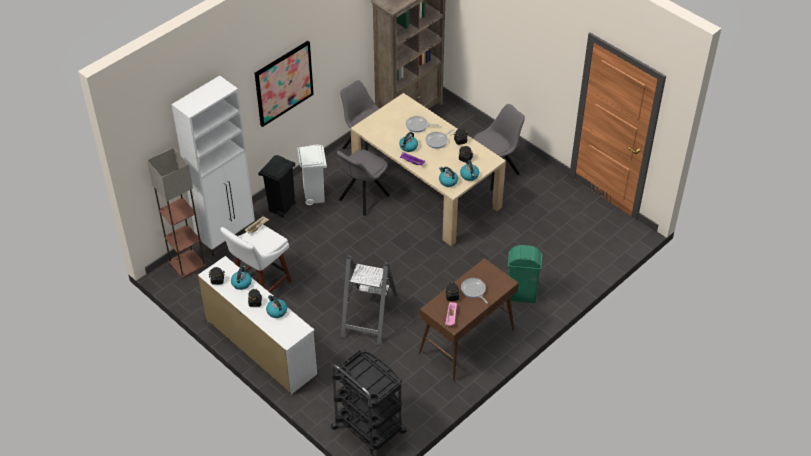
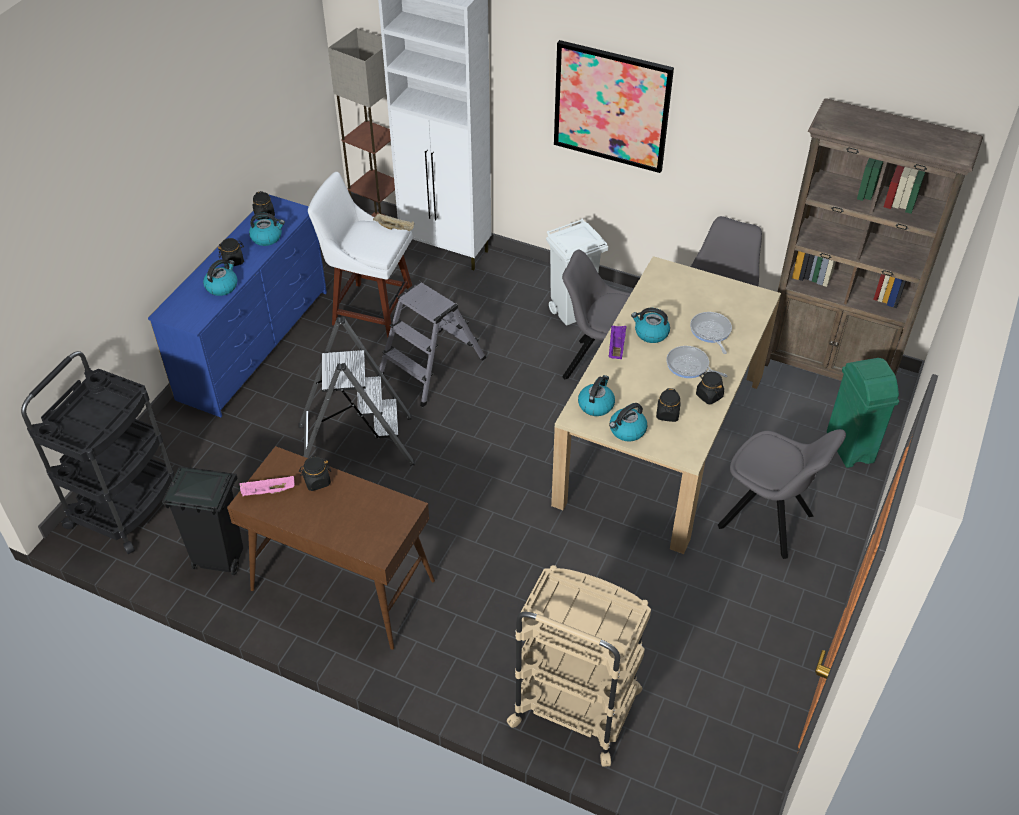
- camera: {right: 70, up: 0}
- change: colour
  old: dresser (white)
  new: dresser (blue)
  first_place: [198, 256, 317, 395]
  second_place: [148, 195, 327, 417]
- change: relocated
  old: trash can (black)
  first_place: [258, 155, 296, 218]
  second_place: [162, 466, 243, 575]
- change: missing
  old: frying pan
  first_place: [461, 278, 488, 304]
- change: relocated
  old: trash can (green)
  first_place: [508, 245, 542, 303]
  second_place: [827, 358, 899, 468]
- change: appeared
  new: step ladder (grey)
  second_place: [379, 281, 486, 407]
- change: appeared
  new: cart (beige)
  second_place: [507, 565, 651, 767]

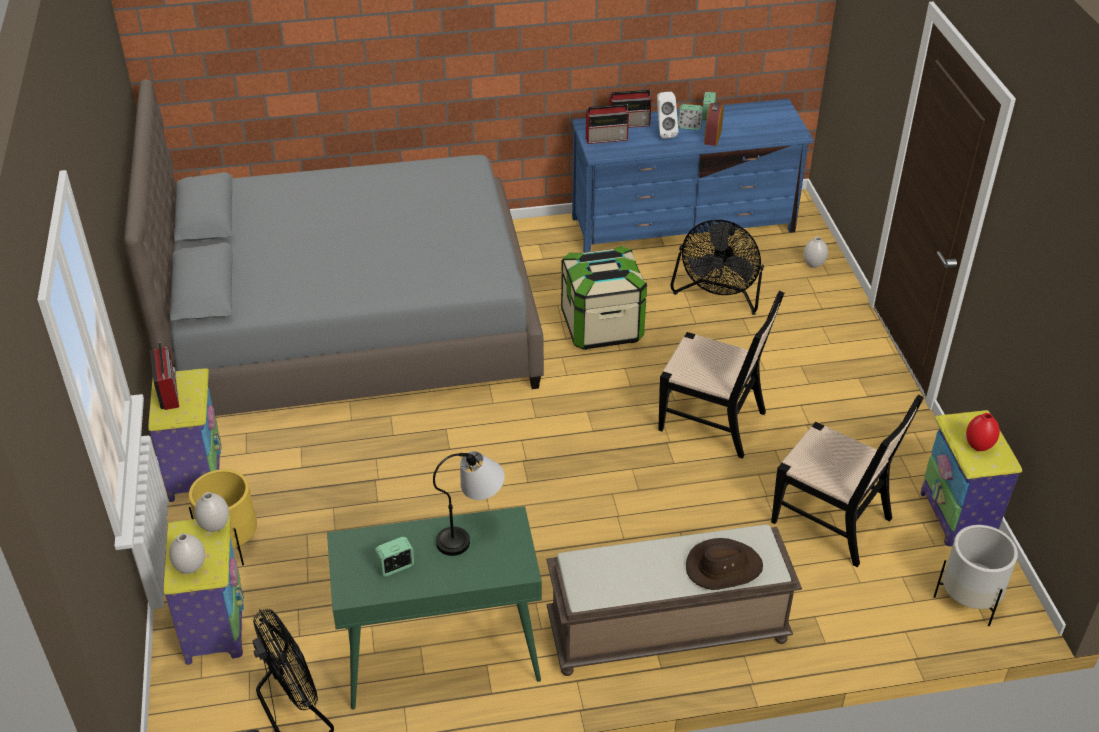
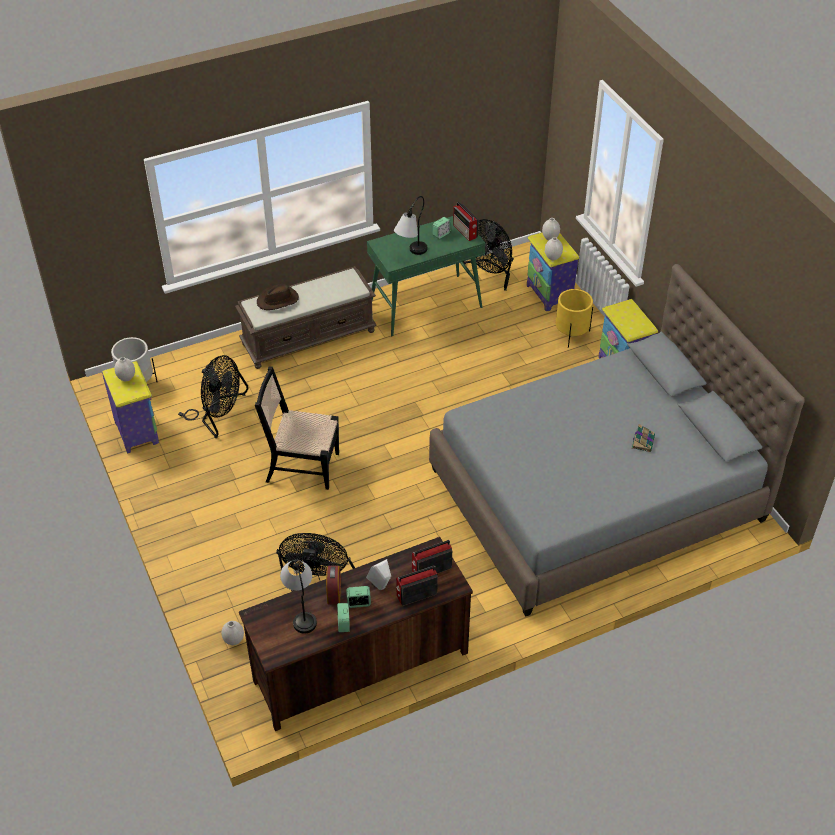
- camera: {right: 165, up: 5}
- change: relocated
  old: radio
  first_place: [150, 342, 179, 410]
  second_place: [453, 202, 479, 241]
- change: missing
  old: storage box
  first_place: [561, 246, 647, 350]
- change: colour
  old: dresser (blue)
  new: dresser (brown)
  first_place: [572, 99, 813, 253]
  second_place: [239, 537, 473, 731]
- change: exchanged
  old: chair
  new: fan (black)
  first_place: [771, 394, 924, 567]
  second_place: [178, 355, 248, 438]
- change: colour
  old: vase (red)
  new: vase (white)
  first_place: [966, 413, 1000, 451]
  second_place: [114, 357, 135, 381]
- change: appeared
  new: table lamp
  second_place: [280, 560, 317, 634]
- change: appeared
  new: book
  second_place: [632, 424, 655, 452]

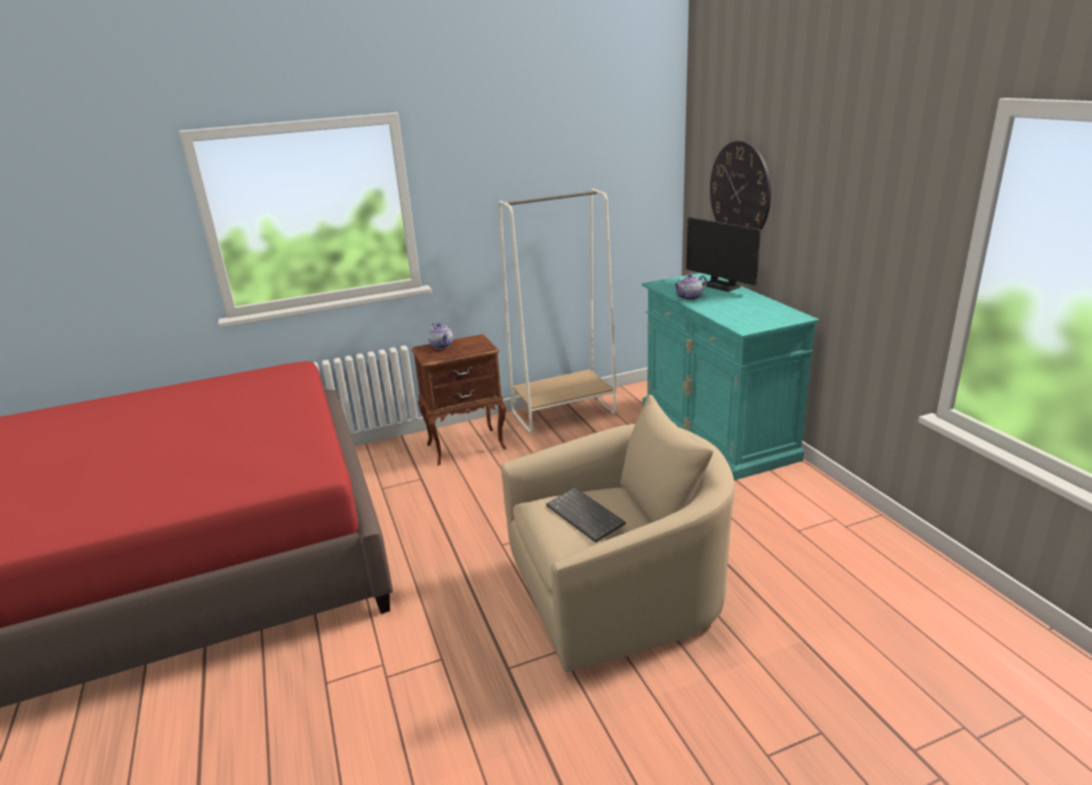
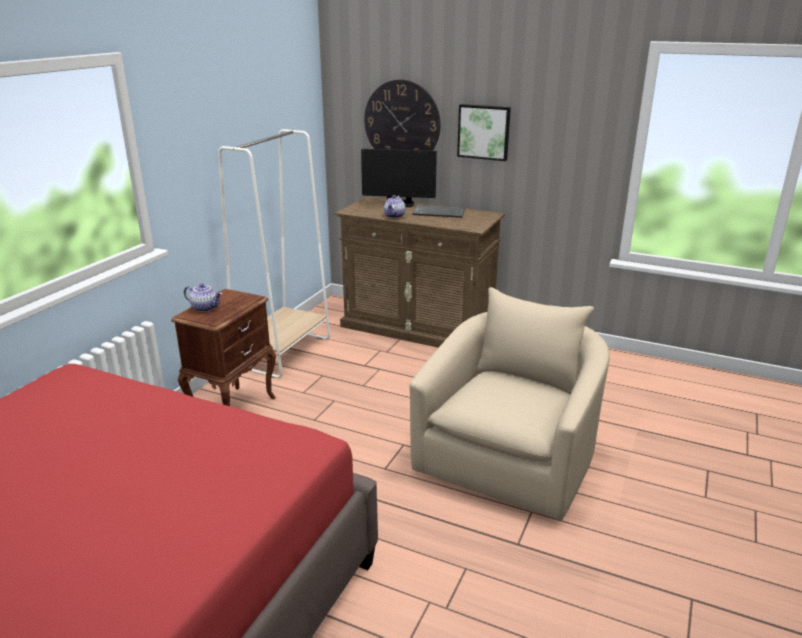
- camera: {right: -45, up: 0}
- change: relocated
  old: keyboard
  first_place: [546, 487, 626, 543]
  second_place: [413, 205, 465, 218]
- change: colour
  old: dresser (turquoise)
  new: dresser (brown)
  first_place: [642, 273, 820, 481]
  second_place: [335, 196, 505, 348]
- change: appeared
  new: picture
  second_place: [457, 104, 511, 161]

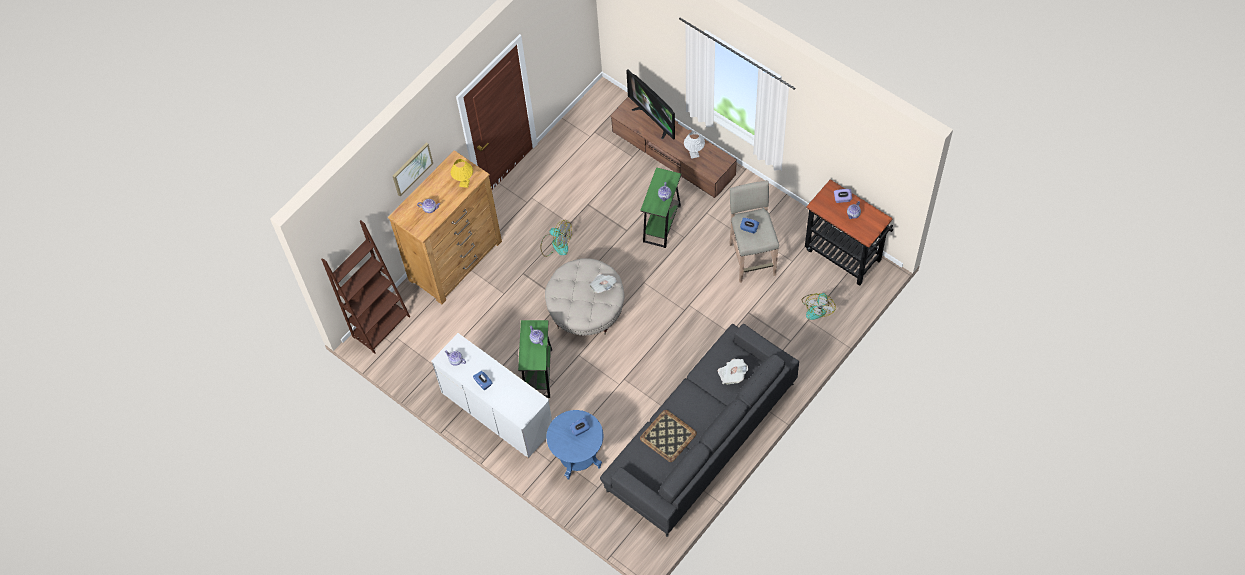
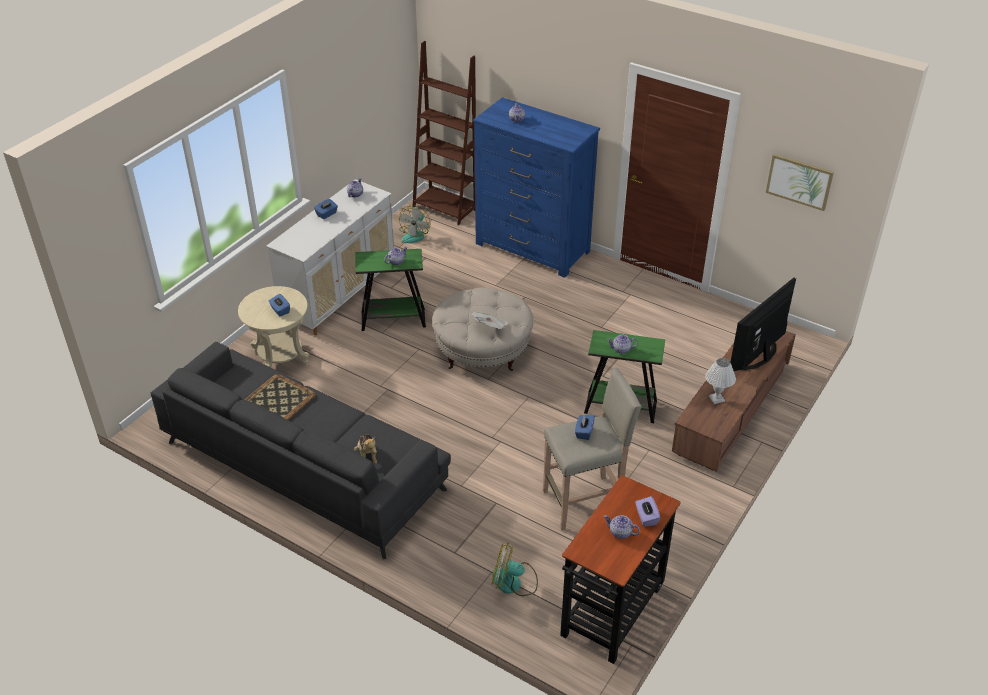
- camera: {right: 80, up: -20}
- change: colour
  old: dresser (brown)
  new: dresser (blue)
  first_place: [388, 150, 502, 305]
  second_place: [473, 97, 600, 278]
- change: relocated
  old: picture
  first_place: [393, 143, 433, 196]
  second_place: [766, 154, 834, 211]
- change: missing
  old: table lamp (yellow)
  first_place: [451, 159, 473, 188]
- change: relocated
  old: fan
  first_place: [540, 220, 572, 257]
  second_place: [399, 205, 430, 243]
- change: colour
  old: side table (blue)
  new: side table (beige)
  first_place: [547, 410, 603, 480]
  second_place: [238, 286, 309, 368]
- change: exchanged
  old: newspaper
  new: plush toy
  first_place: [718, 359, 748, 384]
  second_place: [354, 434, 377, 464]

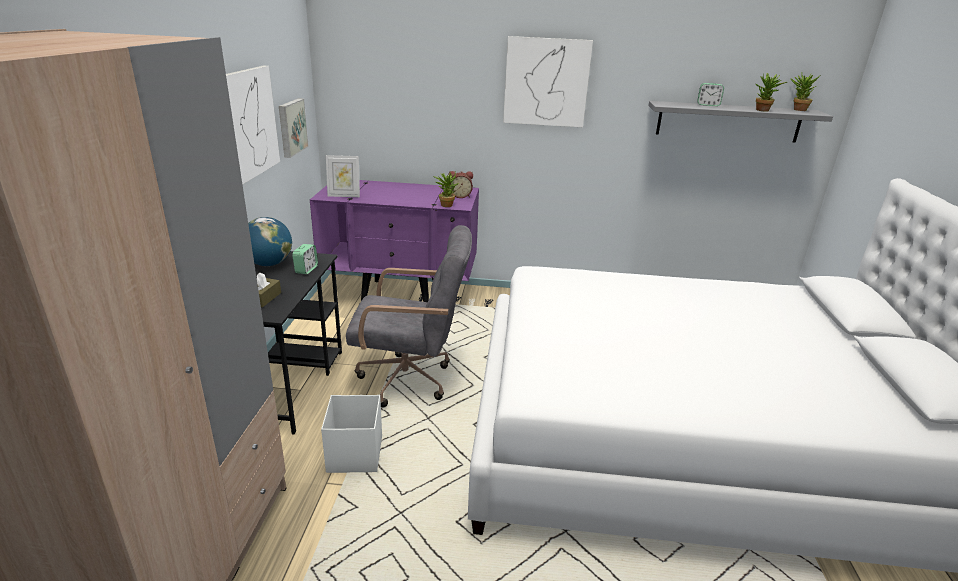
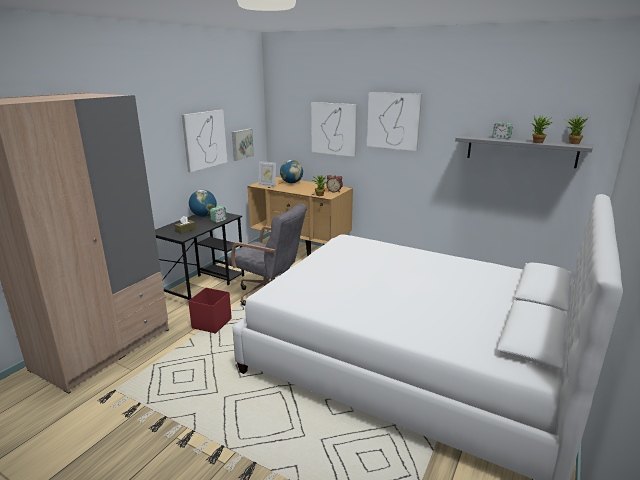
- camera: {right: 25, up: -5}
- change: colour
  old: dresser (purple)
  new: dresser (beige)
  first_place: [310, 180, 479, 302]
  second_place: [247, 177, 353, 256]
- change: colour
  old: storage box (white)
  new: storage box (red)
  first_place: [321, 395, 382, 473]
  second_place: [188, 288, 232, 334]
- change: appeared
  new: globe
  second_place: [280, 160, 303, 184]
- change: appeared
  new: picture
  second_place: [311, 102, 358, 157]

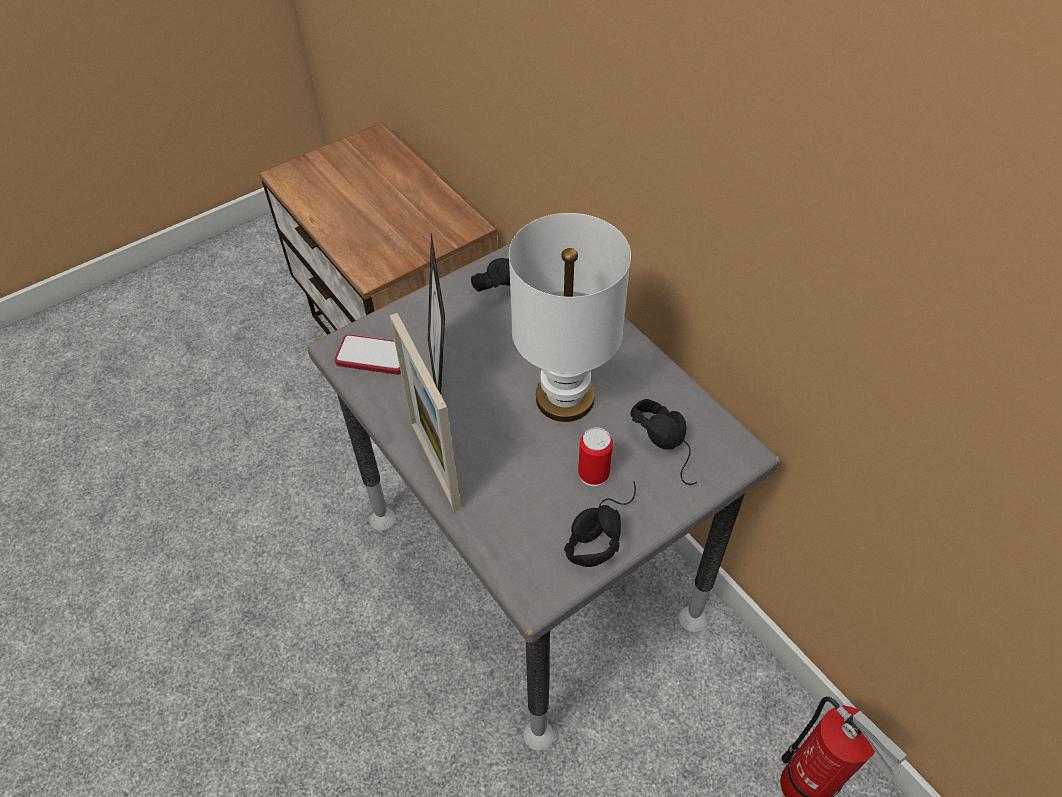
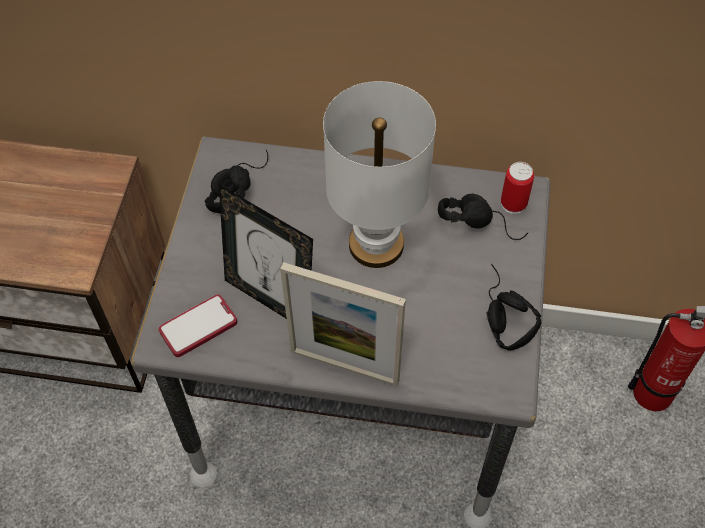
- camera: {right: -45, up: 5}
- change: relocated
  old: can
  first_place: [578, 427, 613, 487]
  second_place: [501, 162, 534, 214]

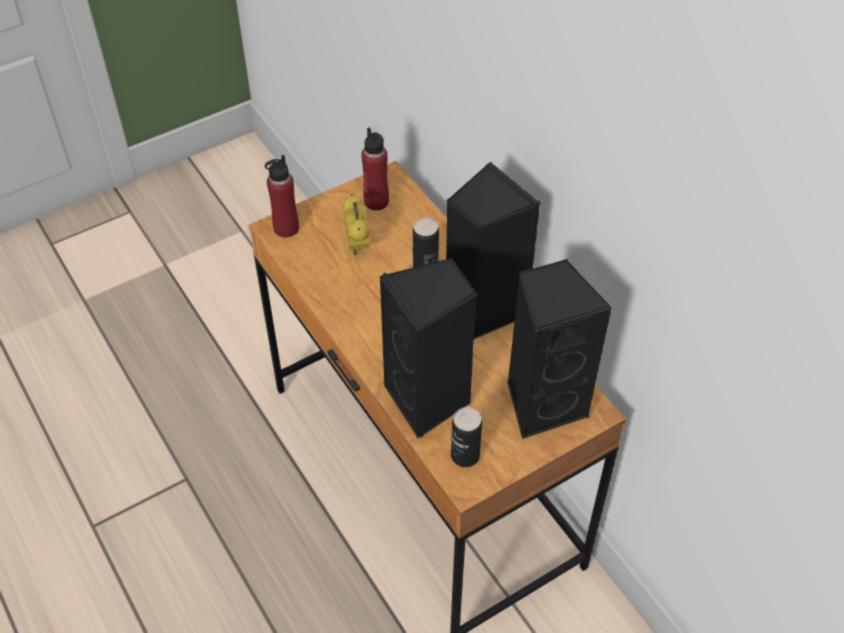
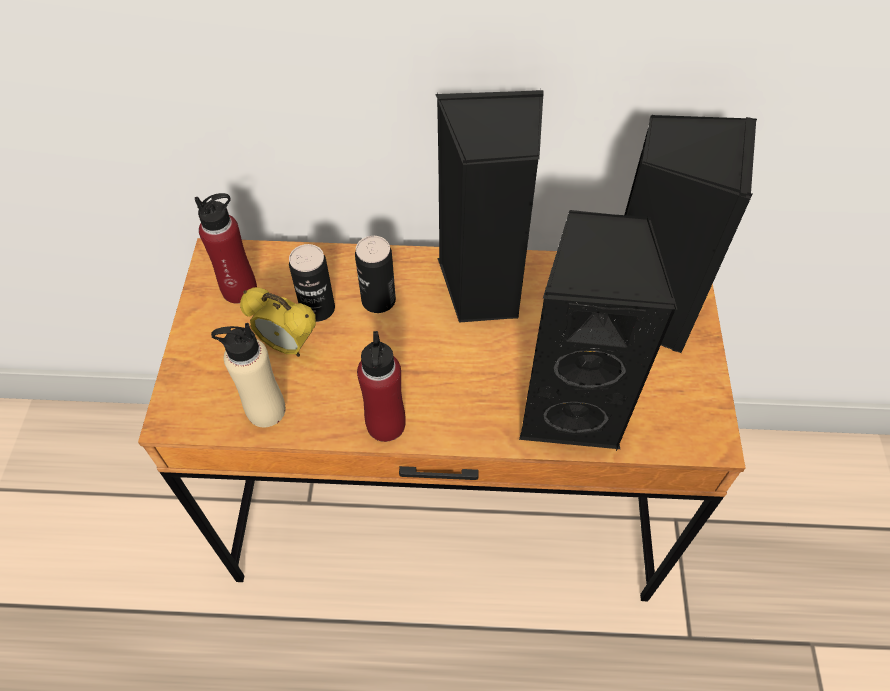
- camera: {right: -55, up: 5}
- change: relocated
  old: bottle (red)
  first_place: [265, 155, 299, 238]
  second_place: [357, 331, 406, 442]
- change: relocated
  old: can
  first_place: [451, 407, 482, 467]
  second_place: [289, 244, 335, 322]
- change: appeared
  new: bottle (beige)
  second_place: [211, 323, 286, 427]

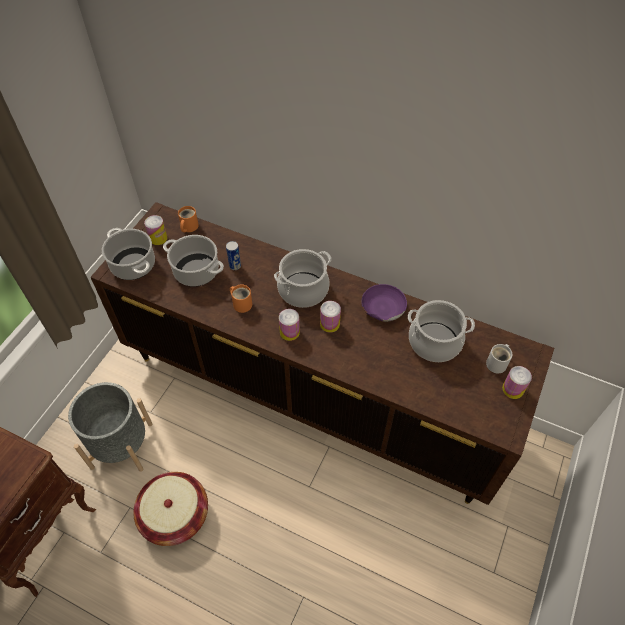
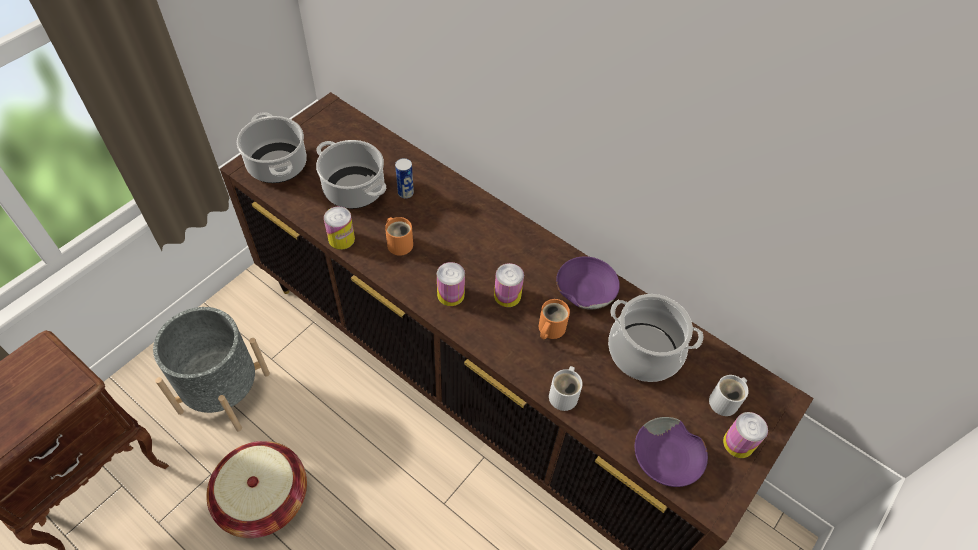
- camera: {right: 10, up: 0}
- change: relocated
  old: can
  first_place: [144, 215, 168, 245]
  second_place: [324, 207, 355, 250]
- change: relocated
  old: mug (orange)
  first_place: [178, 206, 199, 232]
  second_place: [539, 299, 570, 339]
- change: missing
  old: cooking pot
  first_place: [274, 249, 331, 308]
- change: appeared
  new: mug (white)
  second_place: [549, 366, 583, 411]
- change: appeared
  new: bowl (purple)
  second_place: [635, 417, 708, 487]

